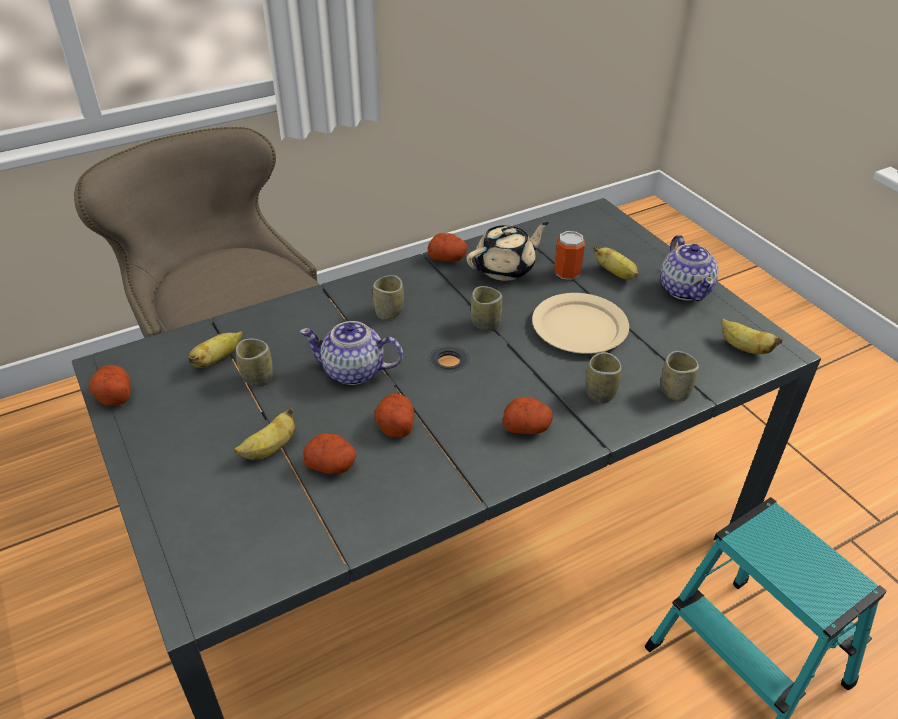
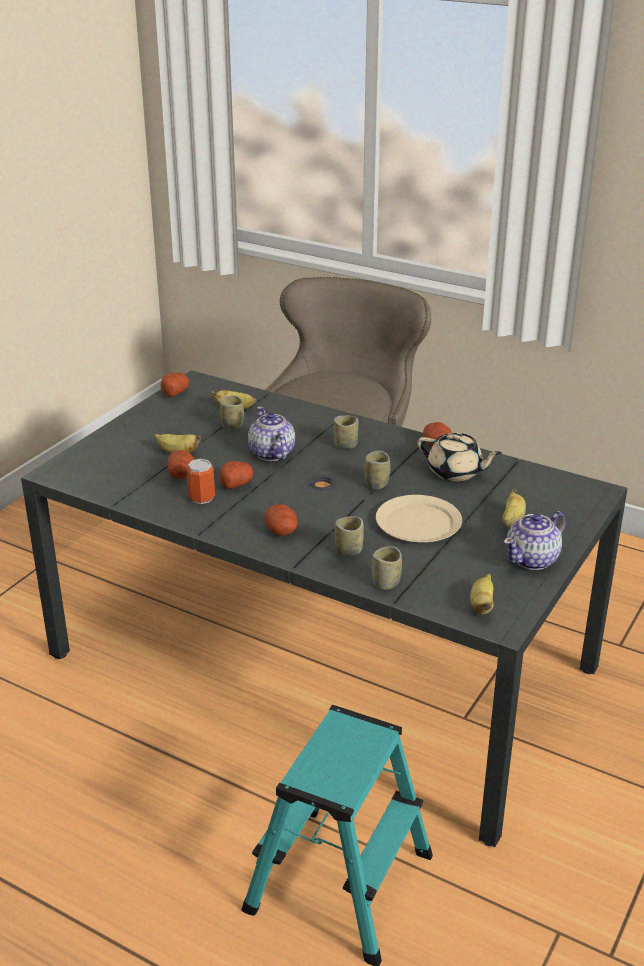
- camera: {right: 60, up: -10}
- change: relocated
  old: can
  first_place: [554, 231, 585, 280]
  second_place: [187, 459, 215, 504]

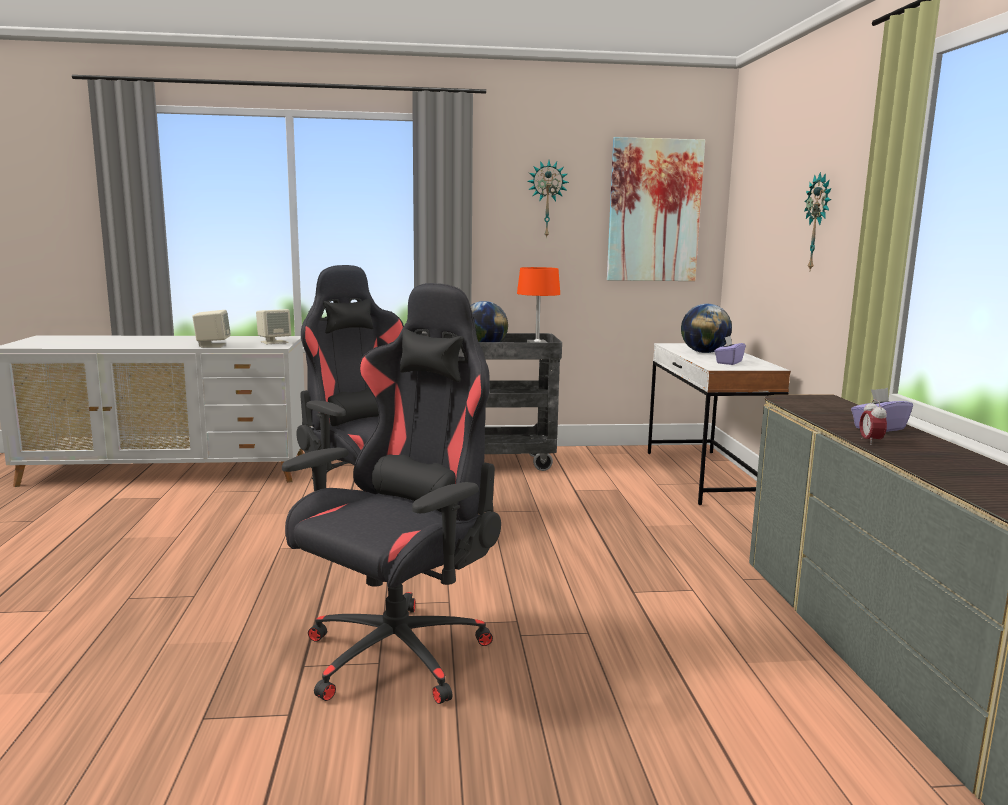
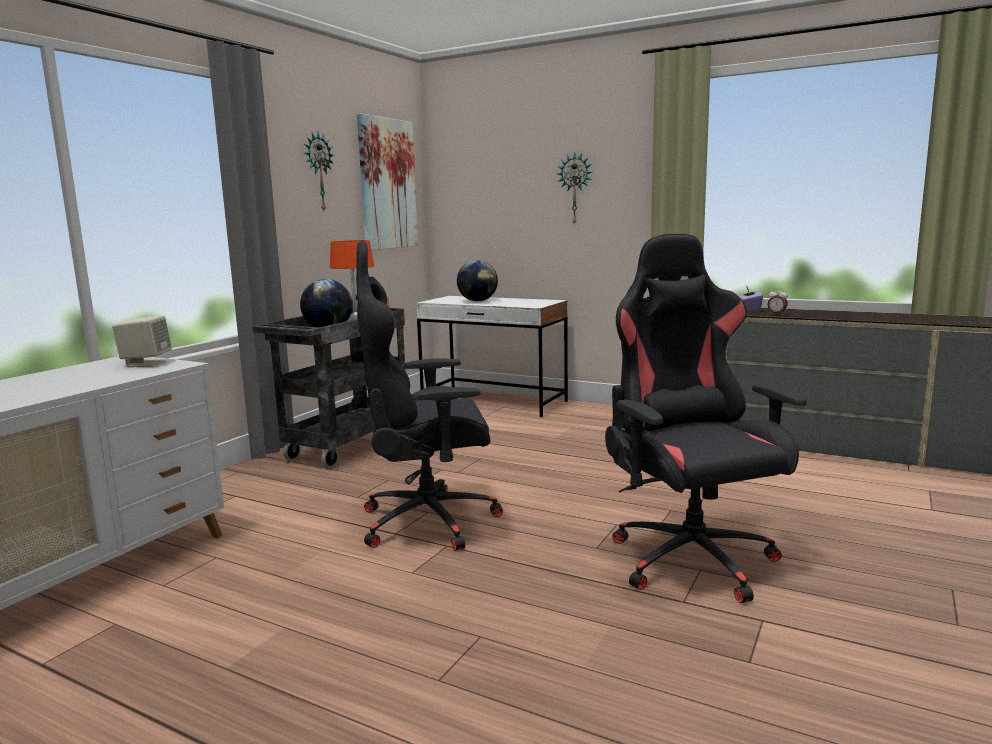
- camera: {right: -55, up: 0}
- change: missing
  old: speaker (beige)
  first_place: [192, 310, 231, 347]
- change: missing
  old: tissue box (purple)
  first_place: [715, 336, 746, 365]

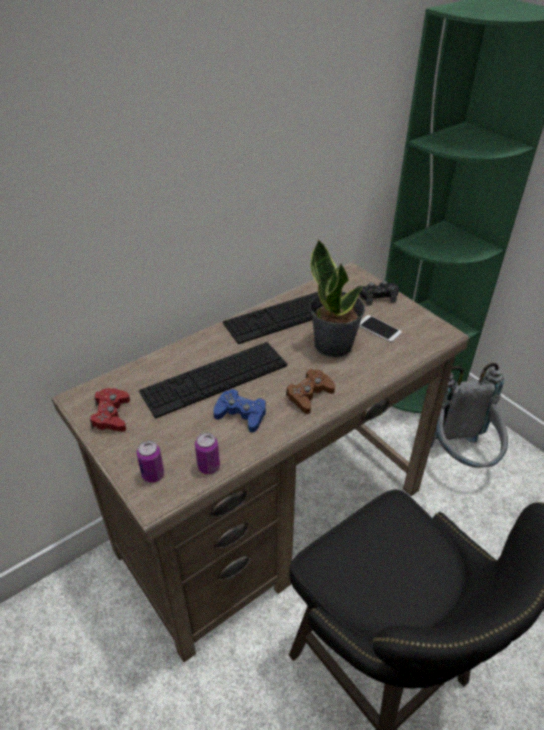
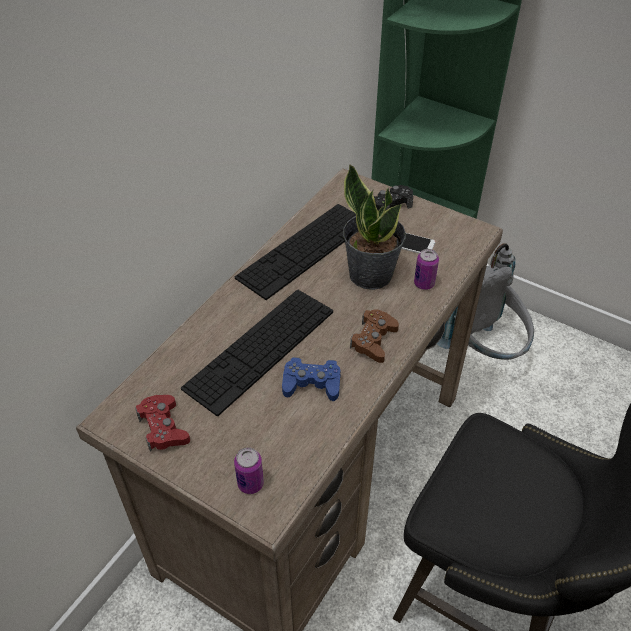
- camera: {right: -20, up: 5}
- change: relocated
  old: can
  first_place: [195, 432, 220, 474]
  second_place: [414, 249, 439, 290]

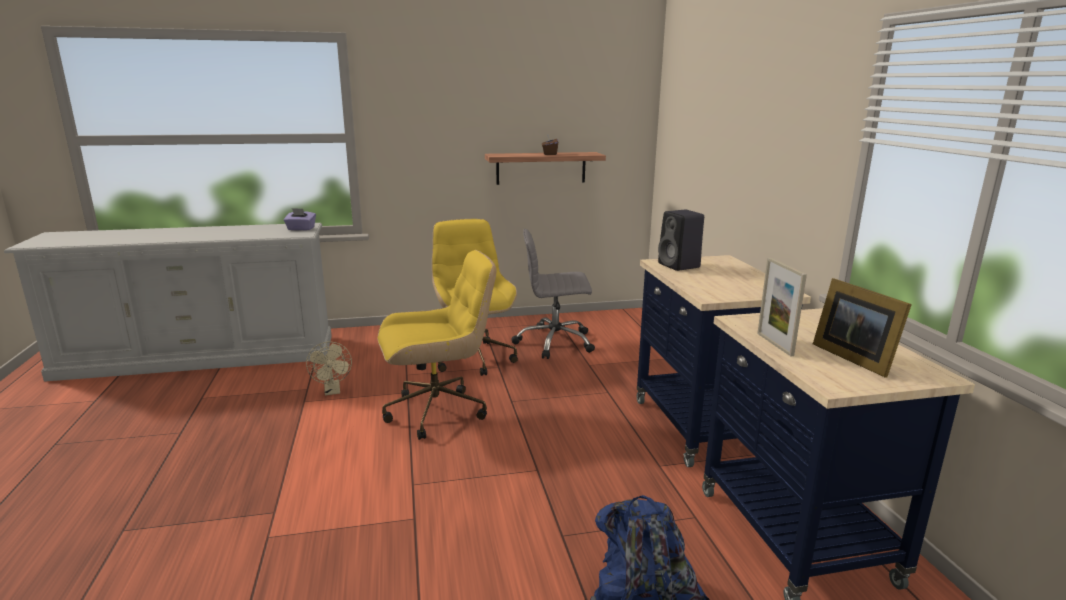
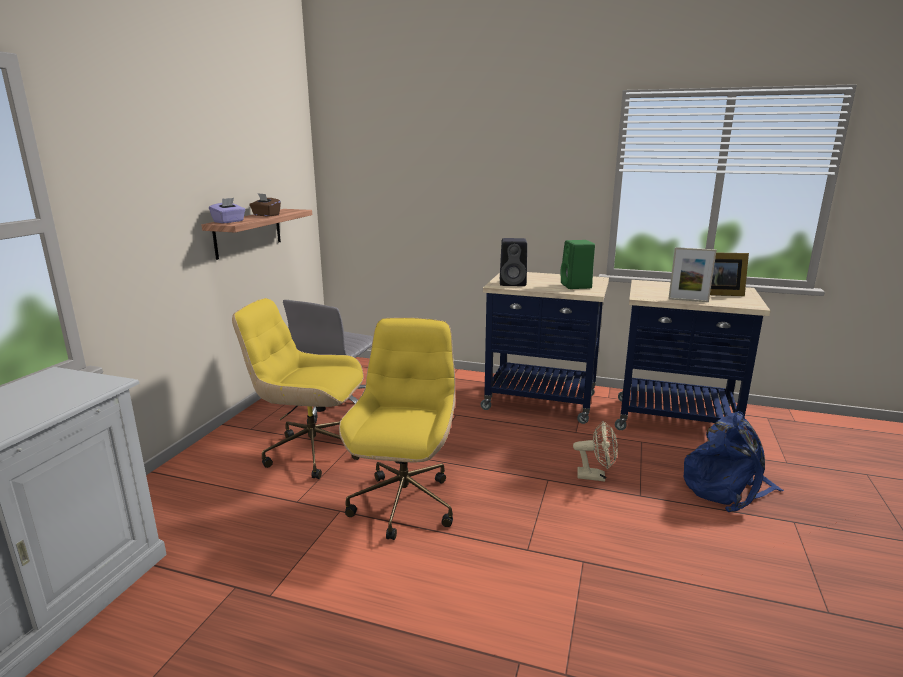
- camera: {right: -60, up: 0}
- change: relocated
  old: tissue box (purple)
  first_place: [284, 208, 316, 230]
  second_place: [209, 198, 245, 223]
- change: relocated
  old: fan (beige)
  first_place: [306, 342, 352, 395]
  second_place: [573, 421, 618, 482]
- change: appeared
  new: speaker (green)
  second_place: [560, 240, 595, 289]

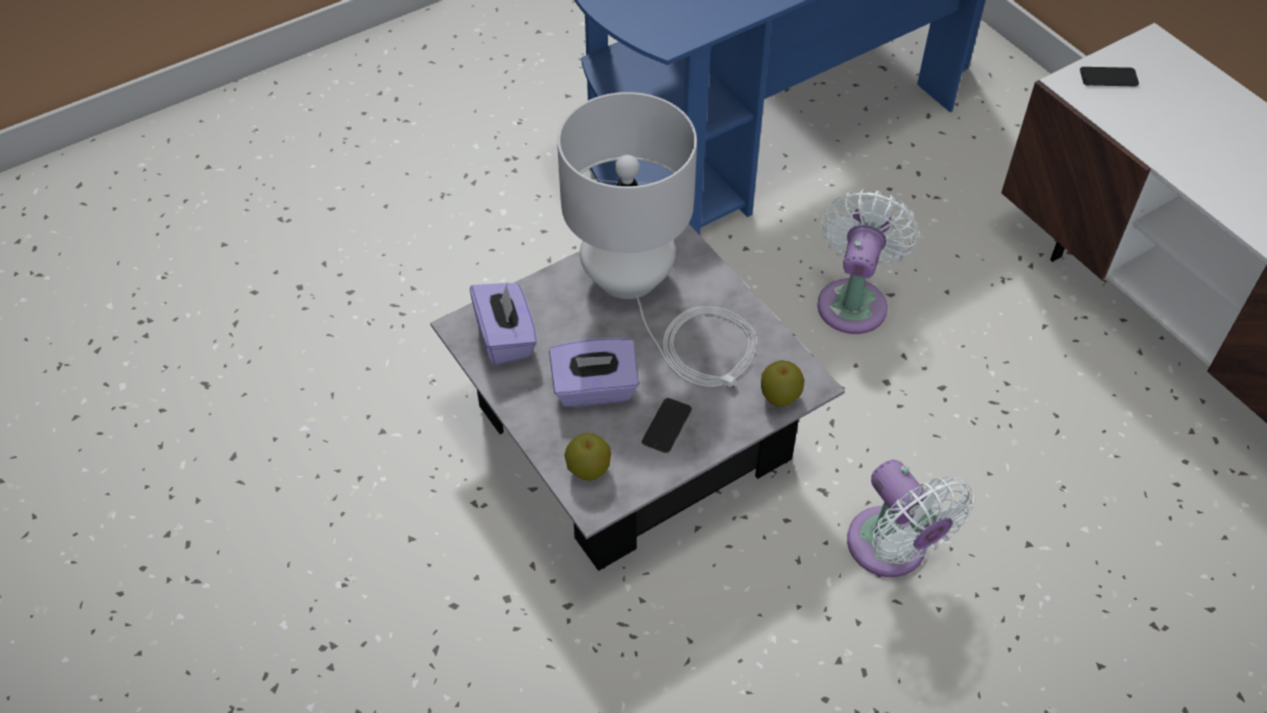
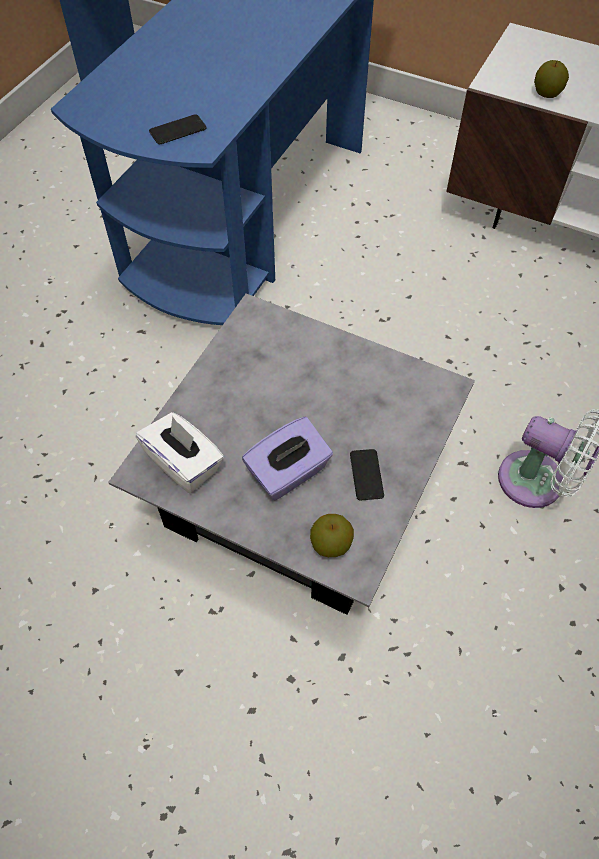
- camera: {right: -30, up: 5}
- change: colour
  old: tissue box (purple)
  new: tissue box (white)
  first_place: [470, 283, 537, 365]
  second_place: [136, 412, 224, 493]
- change: missing
  old: table lamp (white)
  first_place: [557, 92, 757, 387]
- change: relocated
  old: apple
  first_place: [761, 360, 804, 407]
  second_place: [534, 60, 569, 98]
- change: missing
  old: fan (white)
  first_place: [817, 189, 919, 334]
- change: relocated
  old: phone
  first_place: [1080, 67, 1139, 86]
  second_place: [149, 114, 207, 144]

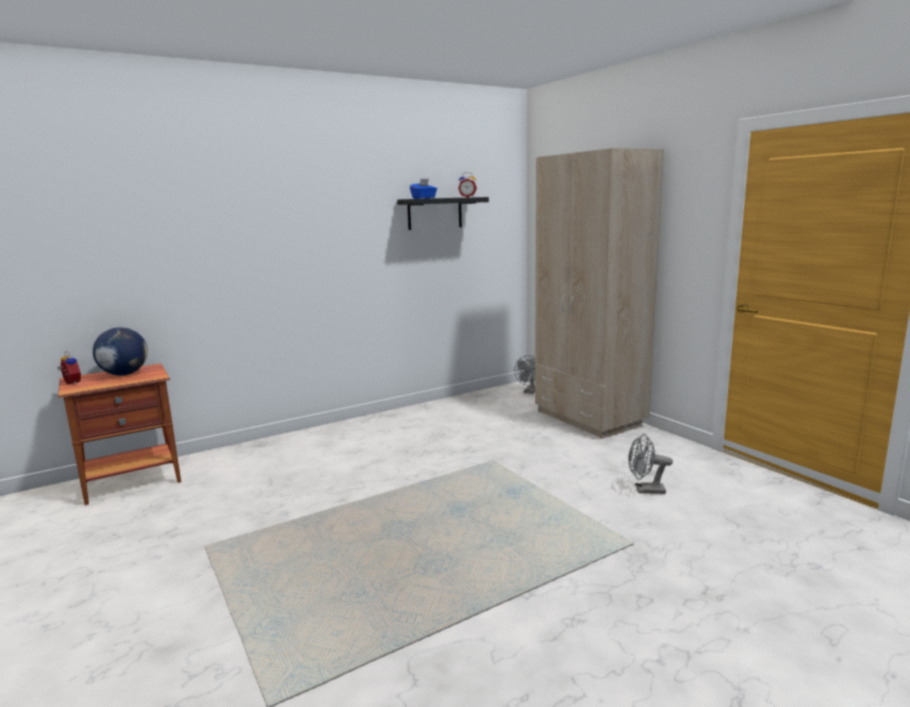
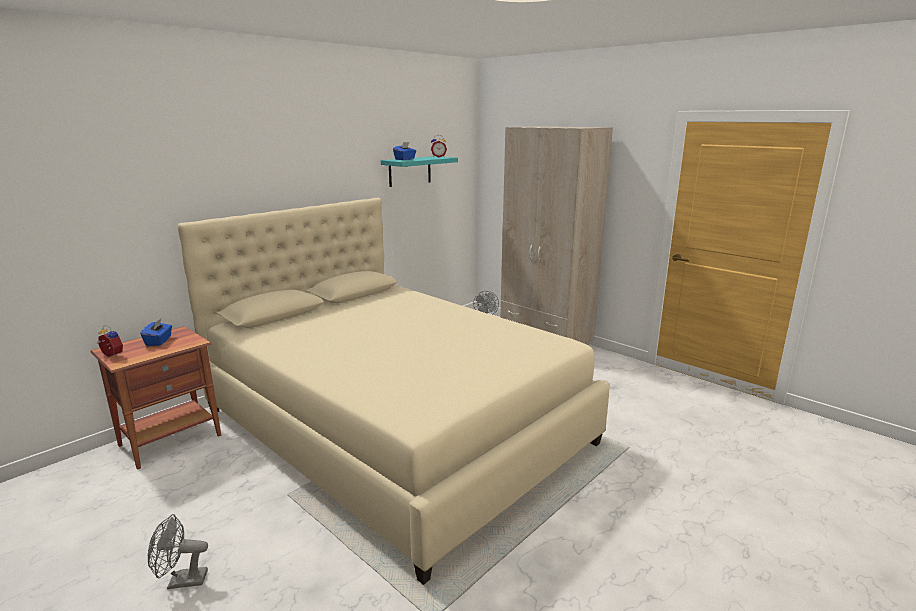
- camera: {right: -15, up: 5}
- change: exchanged
  old: globe
  new: tissue box (blue)
  first_place: [93, 327, 148, 375]
  second_place: [141, 319, 172, 346]
- change: colour
  old: shelf (black)
  new: shelf (turquoise)
  first_place: [397, 197, 489, 230]
  second_place: [381, 156, 458, 187]
- change: relocated
  old: fan (grey)
  first_place: [628, 434, 673, 494]
  second_place: [148, 514, 208, 589]
- change: appeared
  new: bed (beige)
  second_place: [177, 198, 610, 585]

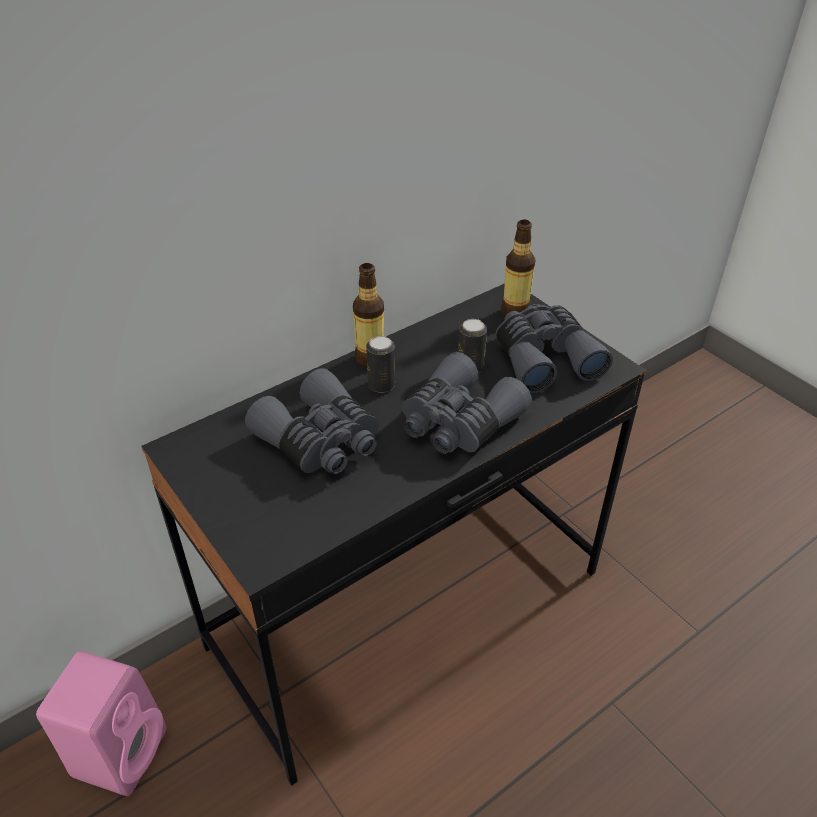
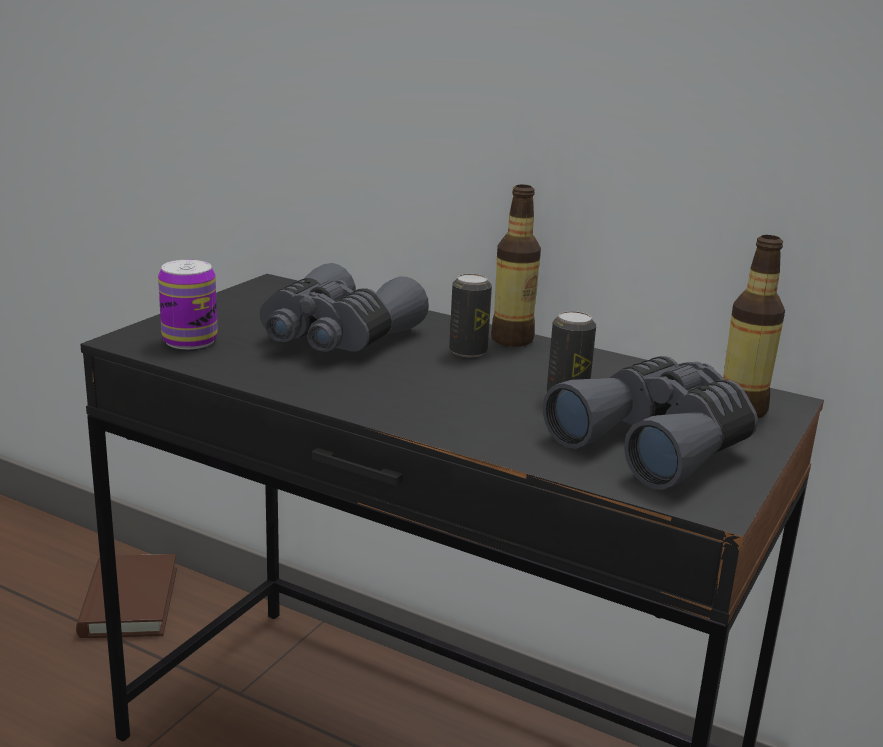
- camera: {right: 65, up: -20}
- change: exchanged
  old: speaker (pink)
  new: book (brown)
  first_place: [36, 651, 166, 796]
  second_place: [76, 554, 177, 638]
- change: missing
  old: binoculars (grey)
  first_place: [402, 352, 532, 454]
- change: appeared
  new: can
  second_place: [158, 260, 218, 349]

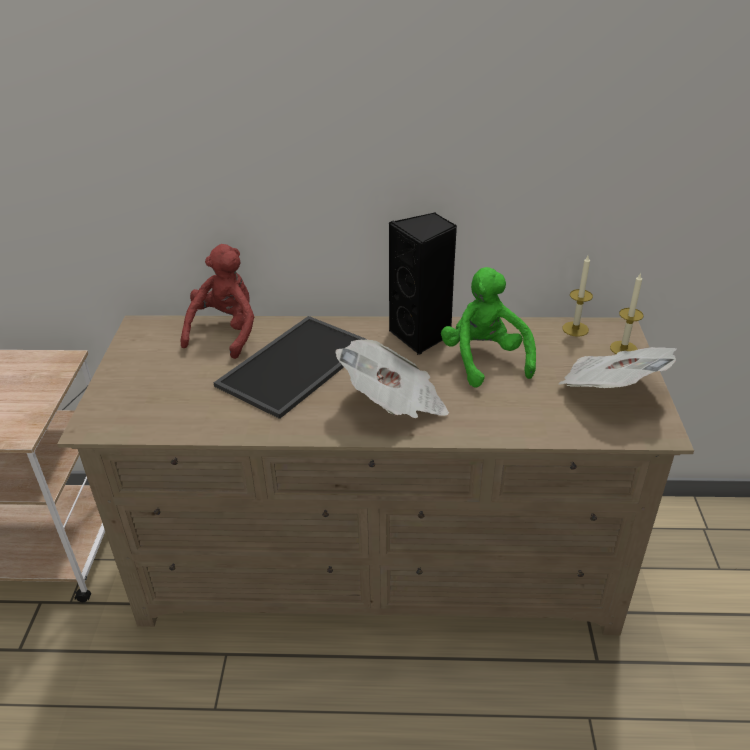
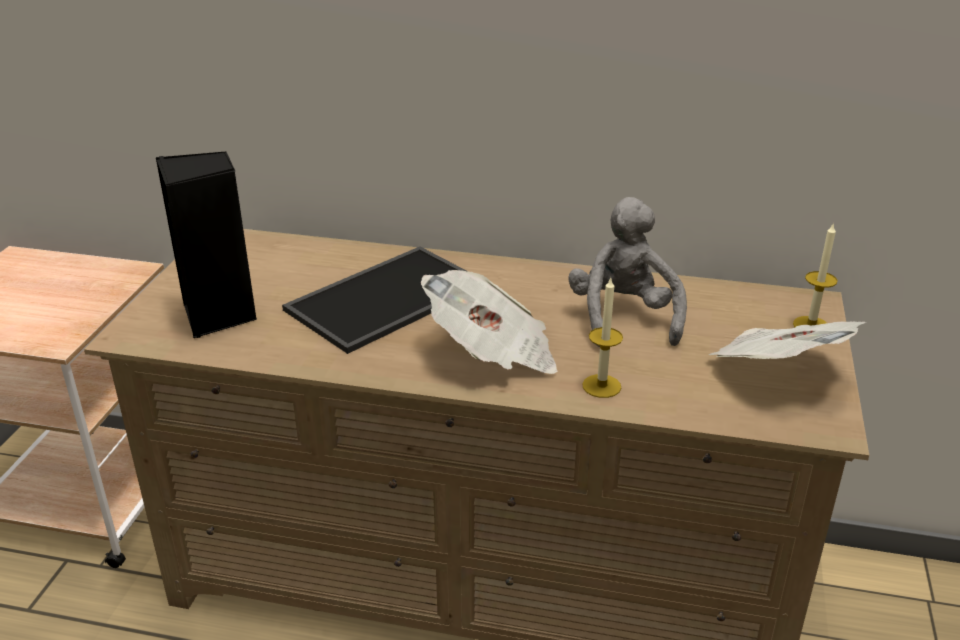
- camera: {right: 10, up: -5}
- change: missing
  old: plush toy (red)
  first_place: [181, 244, 254, 359]
- change: relocated
  old: speaker (black)
  first_place: [389, 212, 457, 355]
  second_place: [156, 152, 257, 338]
- change: colour
  old: plush toy (green)
  new: plush toy (grey)
  first_place: [441, 267, 536, 388]
  second_place: [568, 197, 687, 347]
- change: relocated
  old: candle
  first_place: [562, 256, 593, 337]
  second_place: [582, 277, 623, 398]

